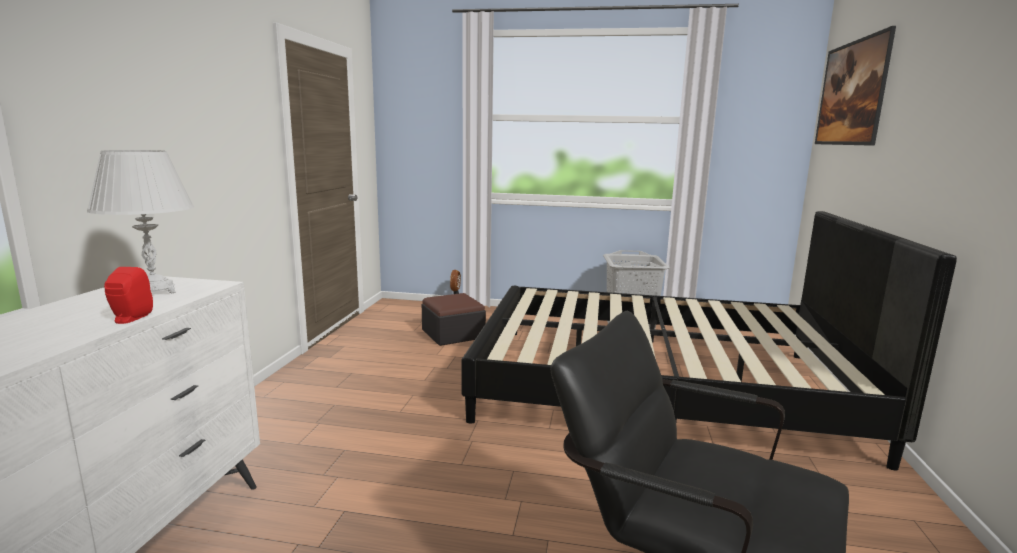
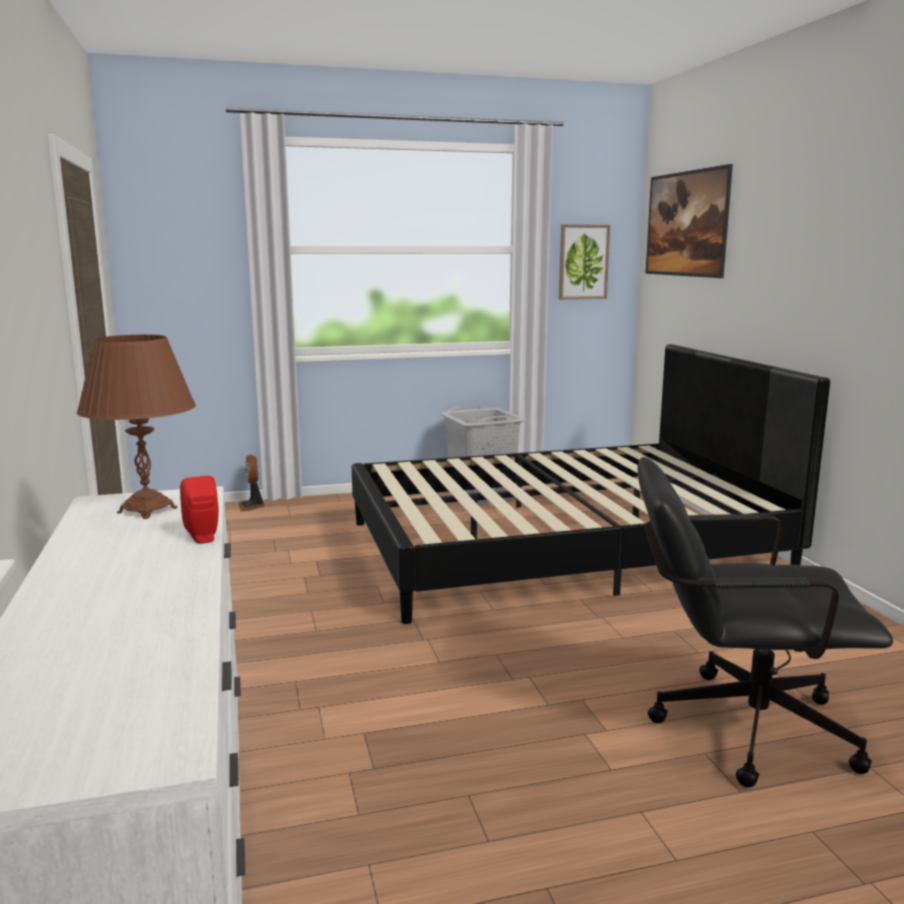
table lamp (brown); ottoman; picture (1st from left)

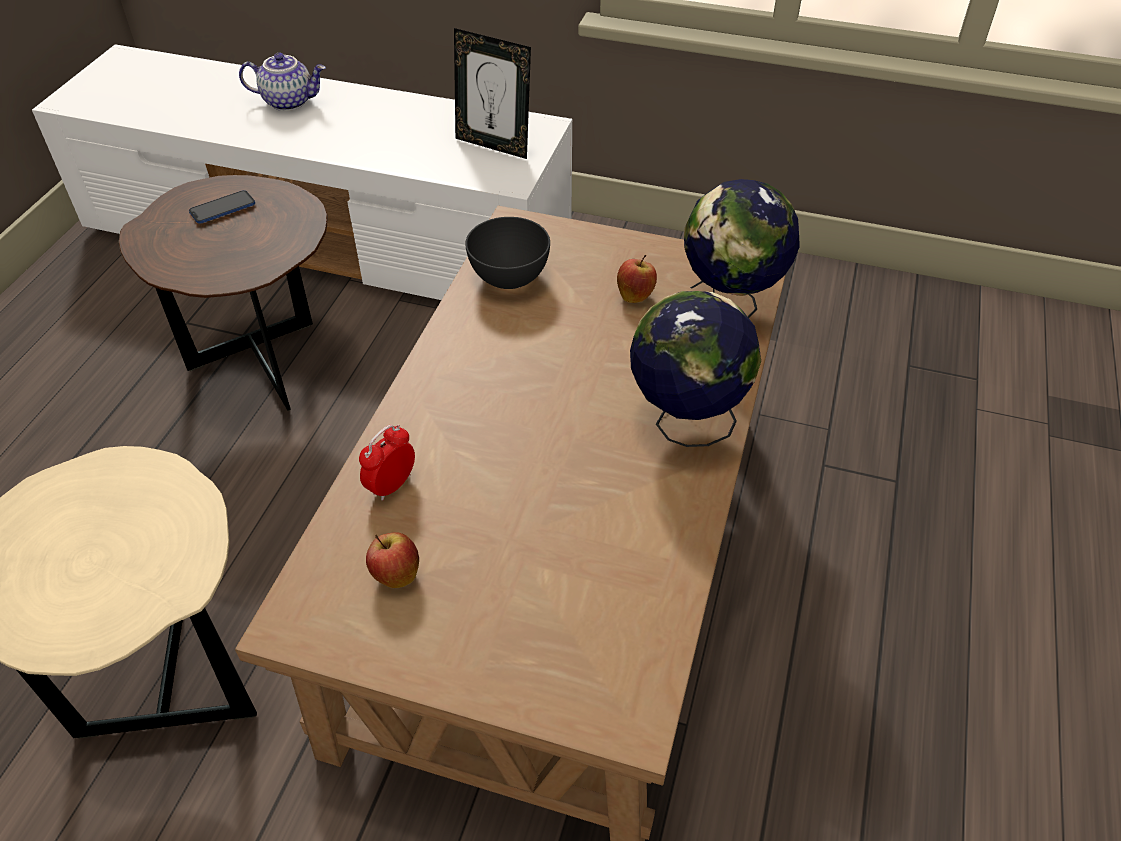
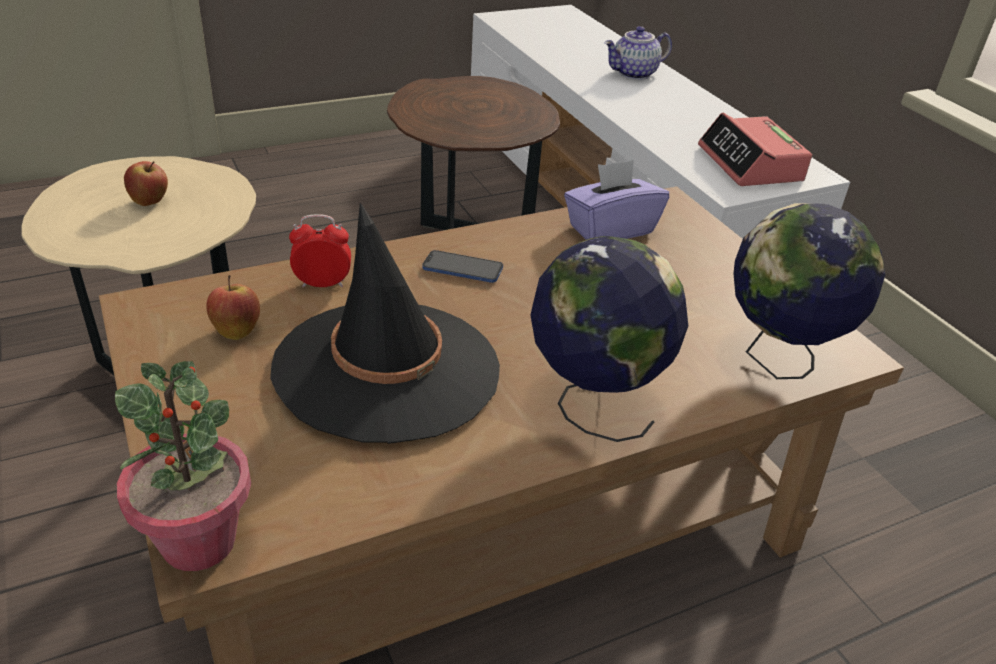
alarm clock (2nd from left); teapot; phone; tissue box (purple); apple (1st from left); hat (black); potted plant

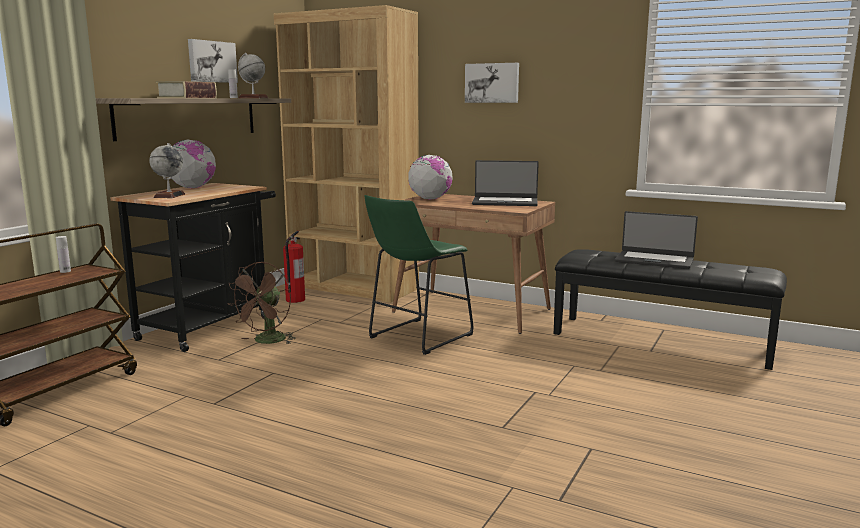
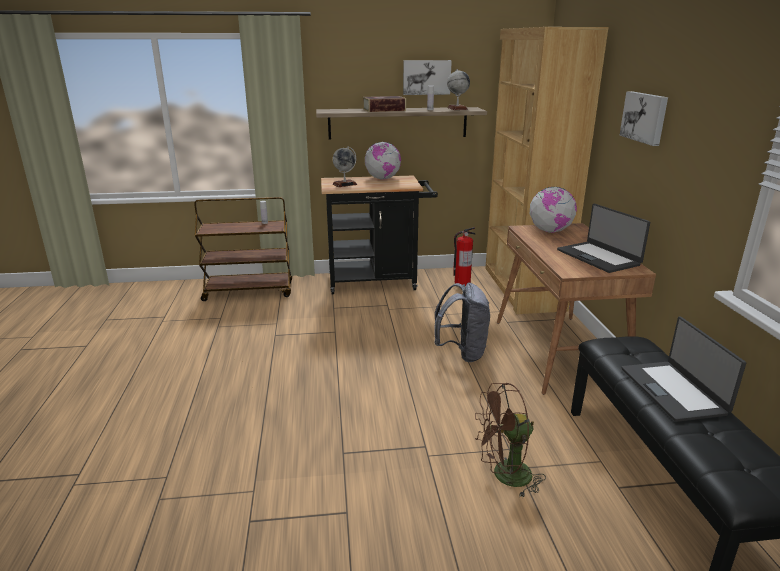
backpack (grey); fan (brown)

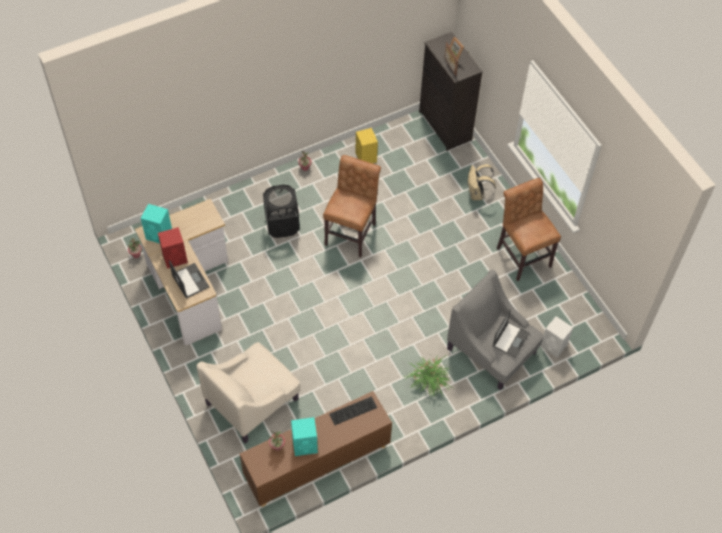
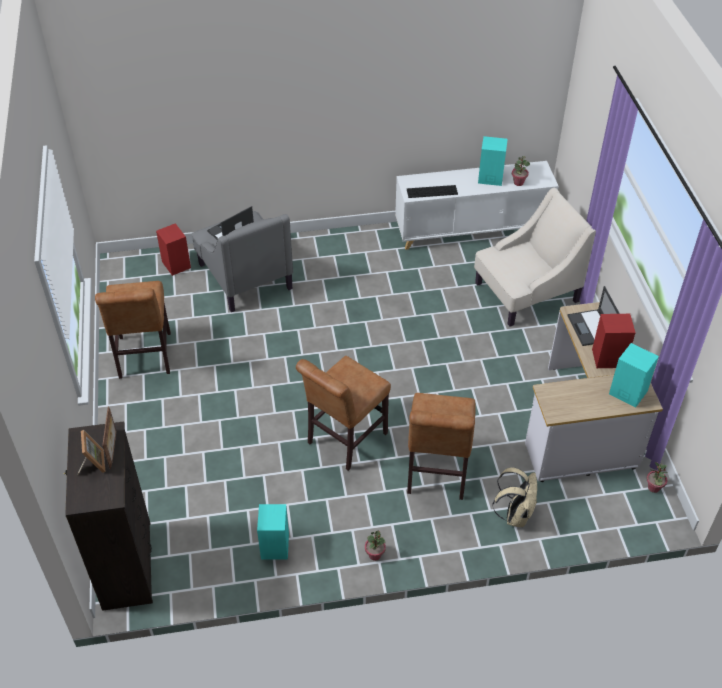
speaker (turquoise) (1st from left); backpack (beige); chair (brown) (3rd from left); speaker (red) (1st from left); potted plant (4th from left in the first image); cabinet (white)

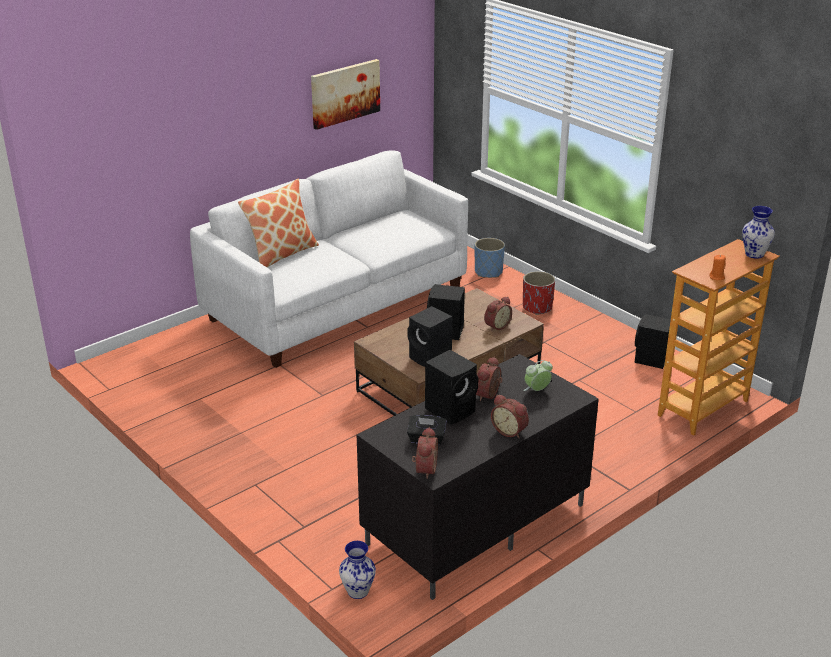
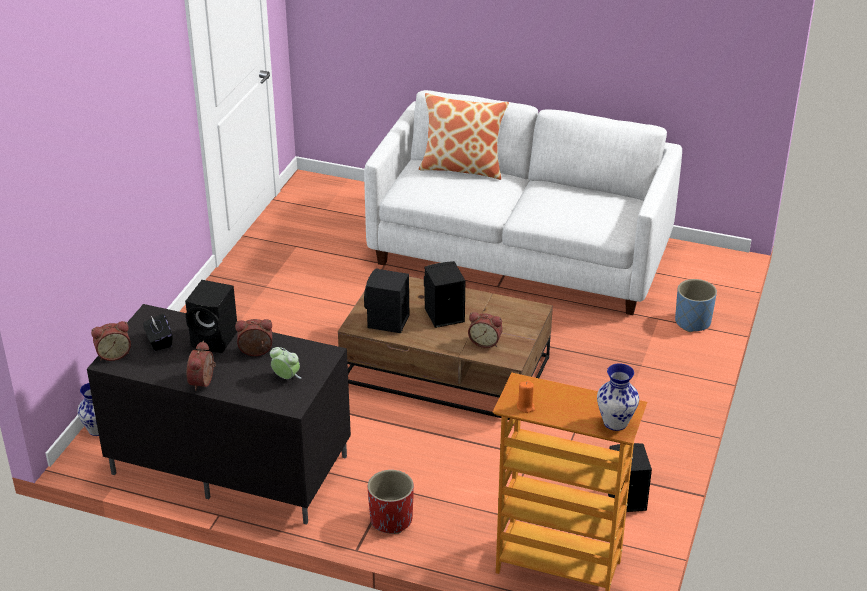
picture; planter (red)

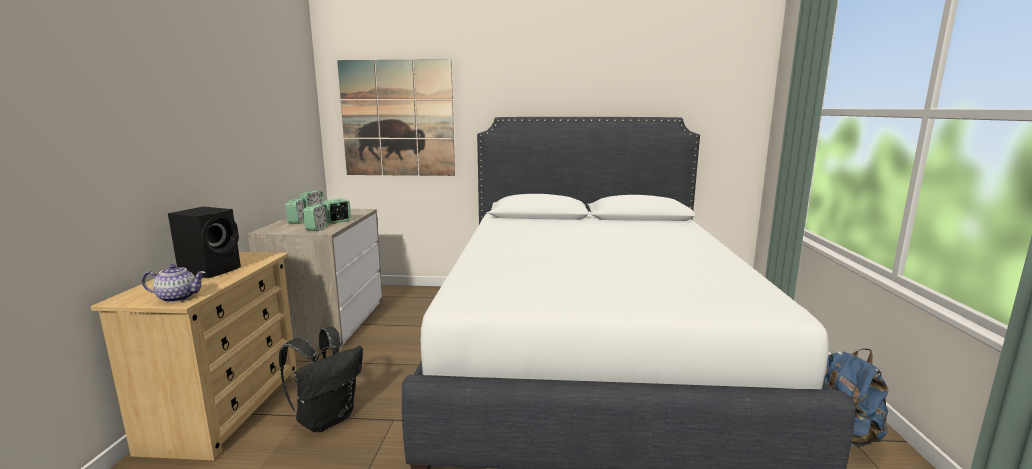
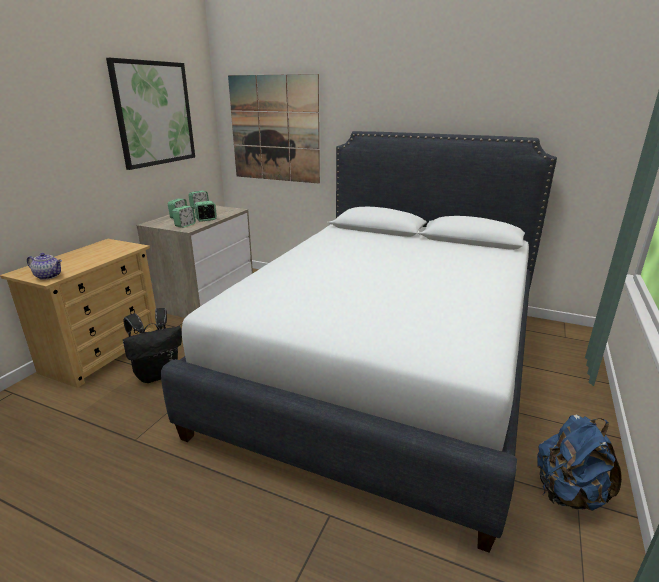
speaker (black); picture (1st from left)

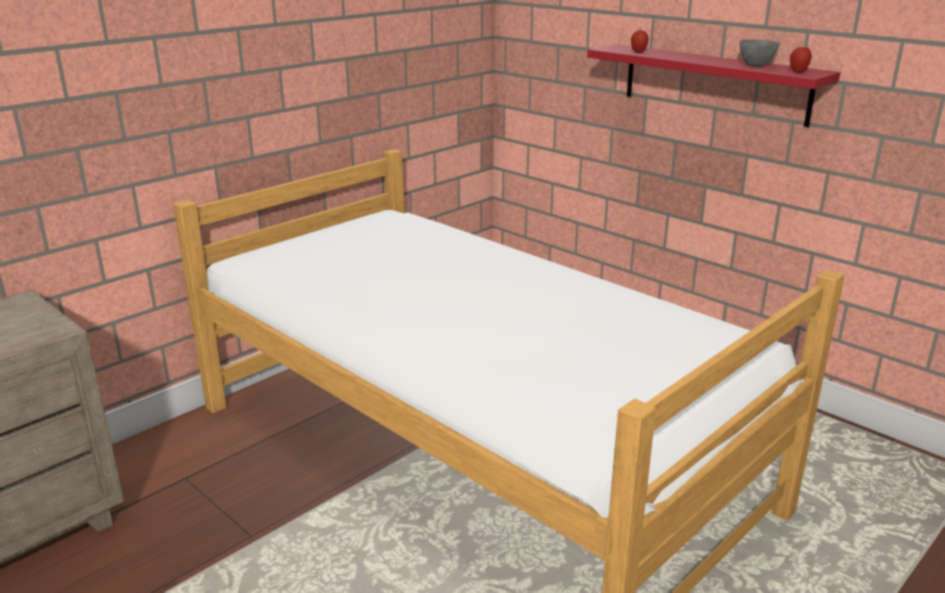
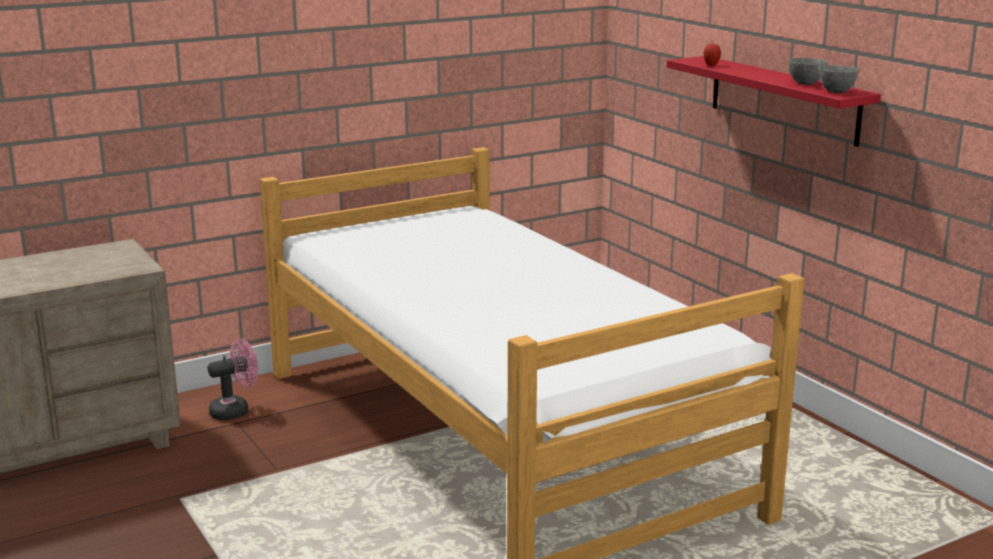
bowl (grey) (2nd from left); fan (pink)

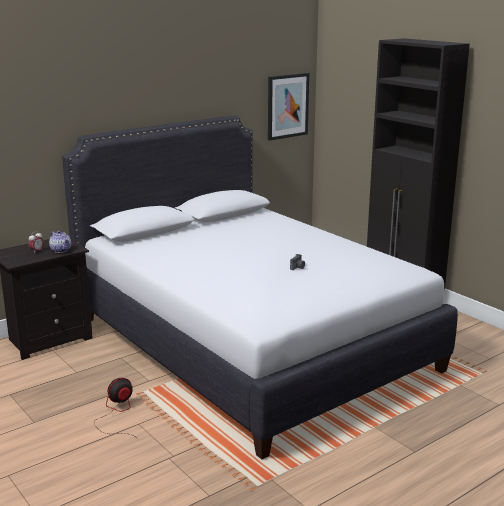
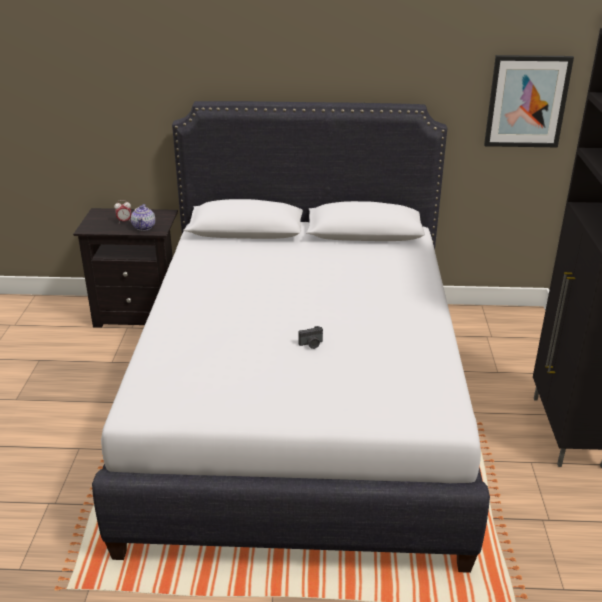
fan

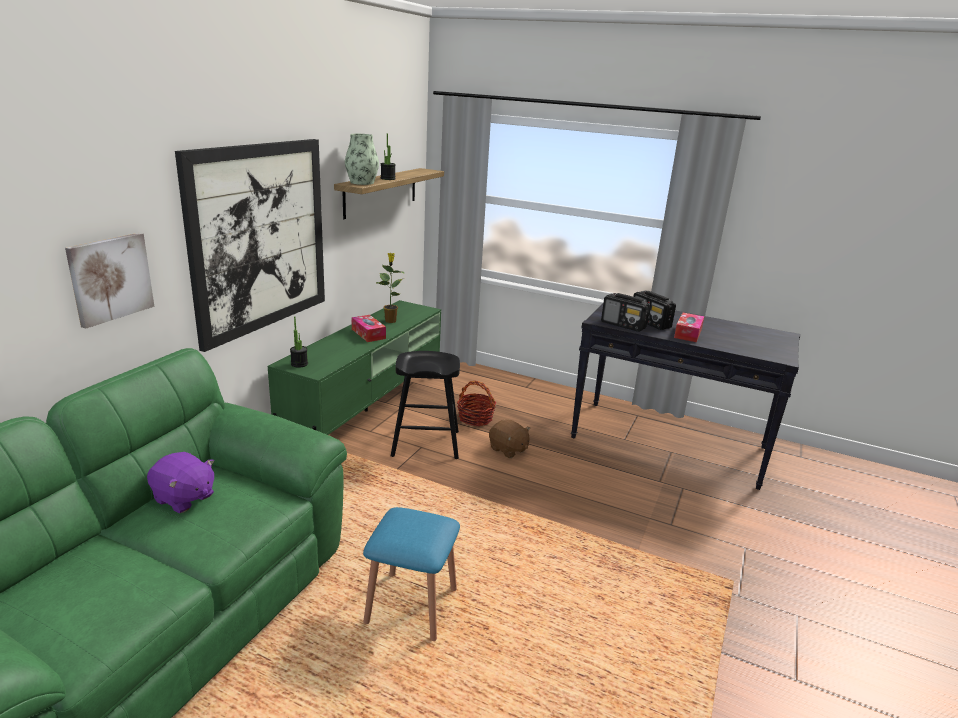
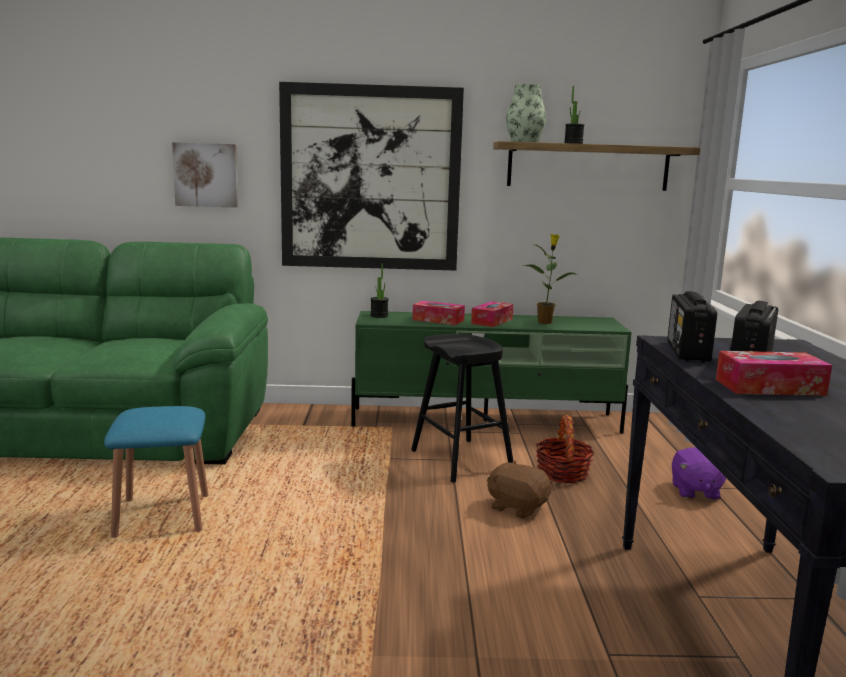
plush toy (brown); plush toy (purple); tissue box (1st from left)

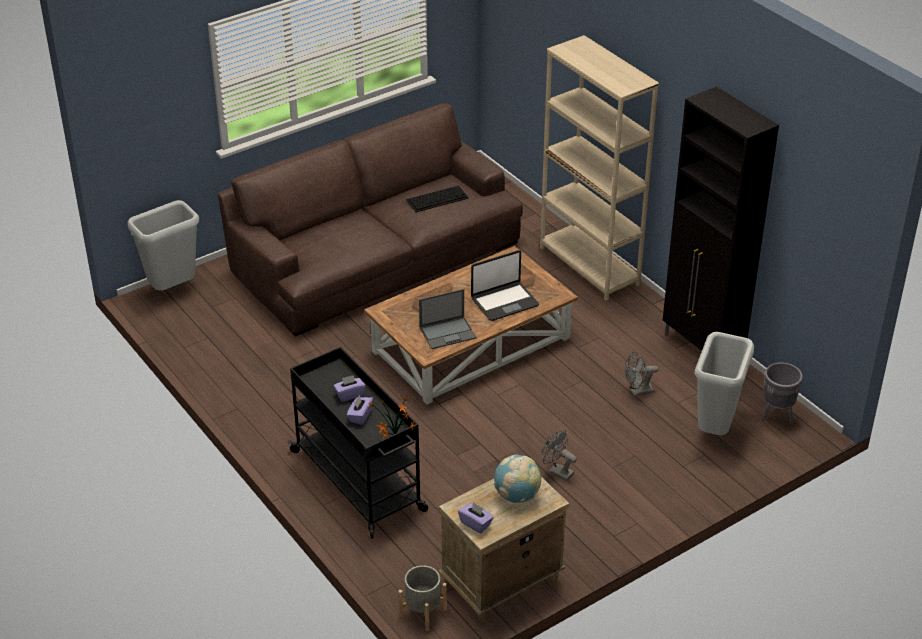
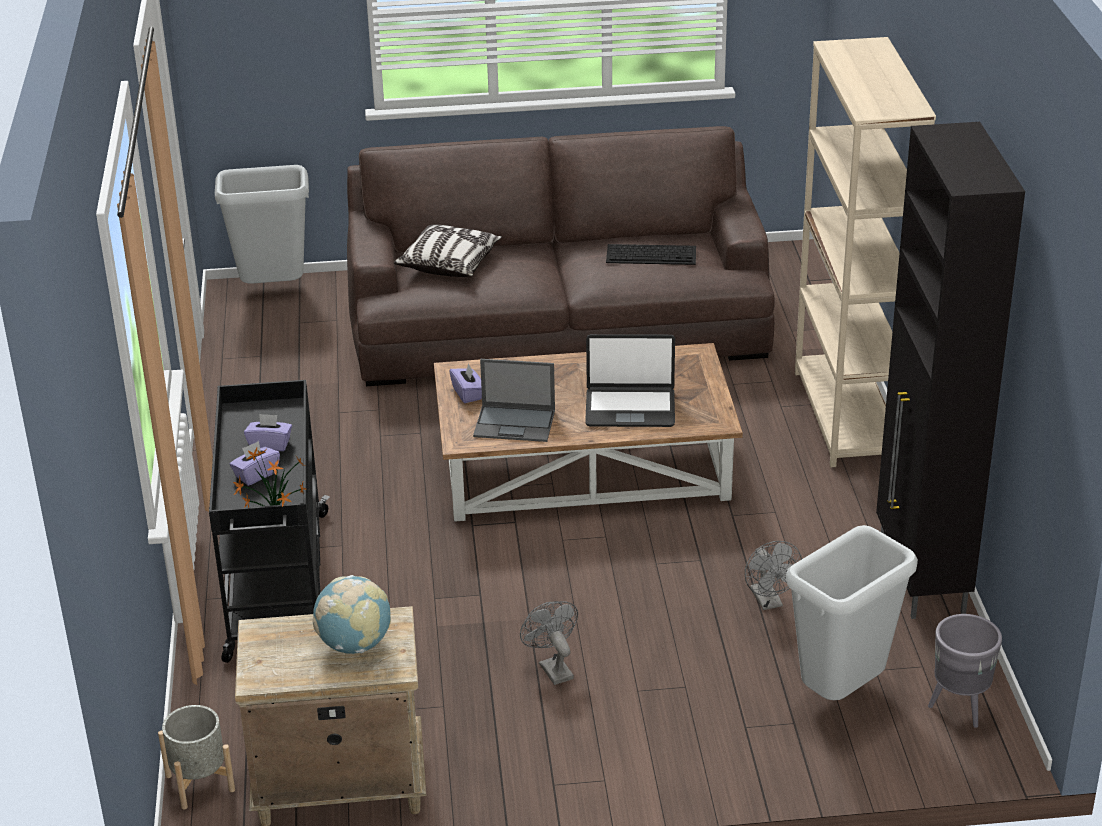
fan (grey) (2nd from left); tissue box (purple) (3rd from left); pillow

